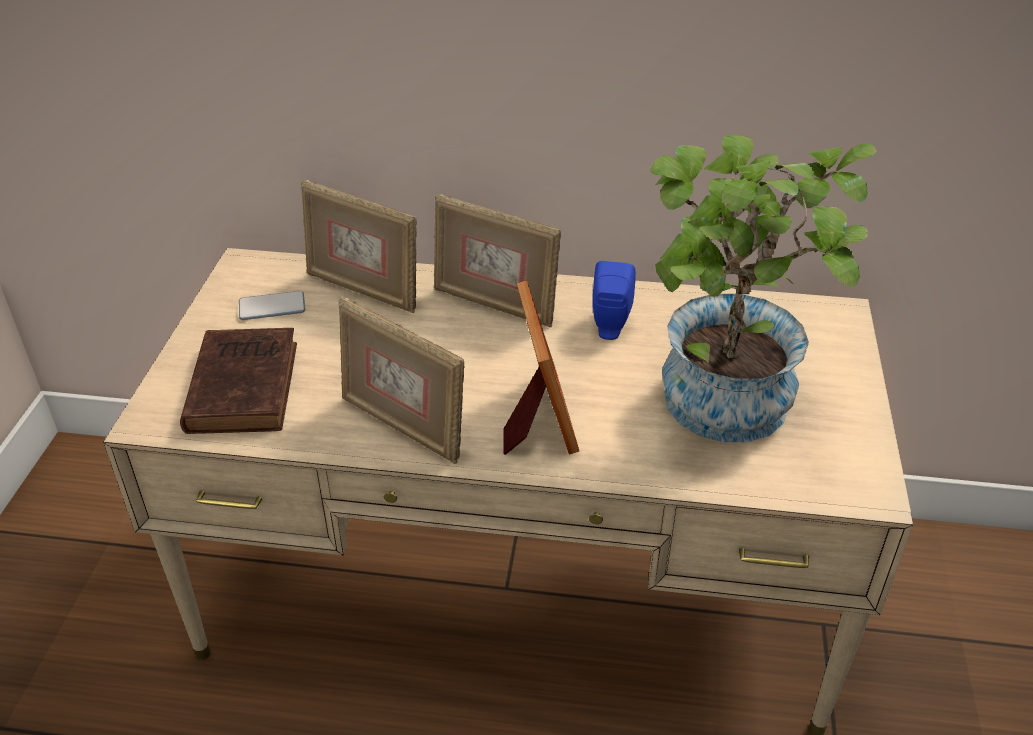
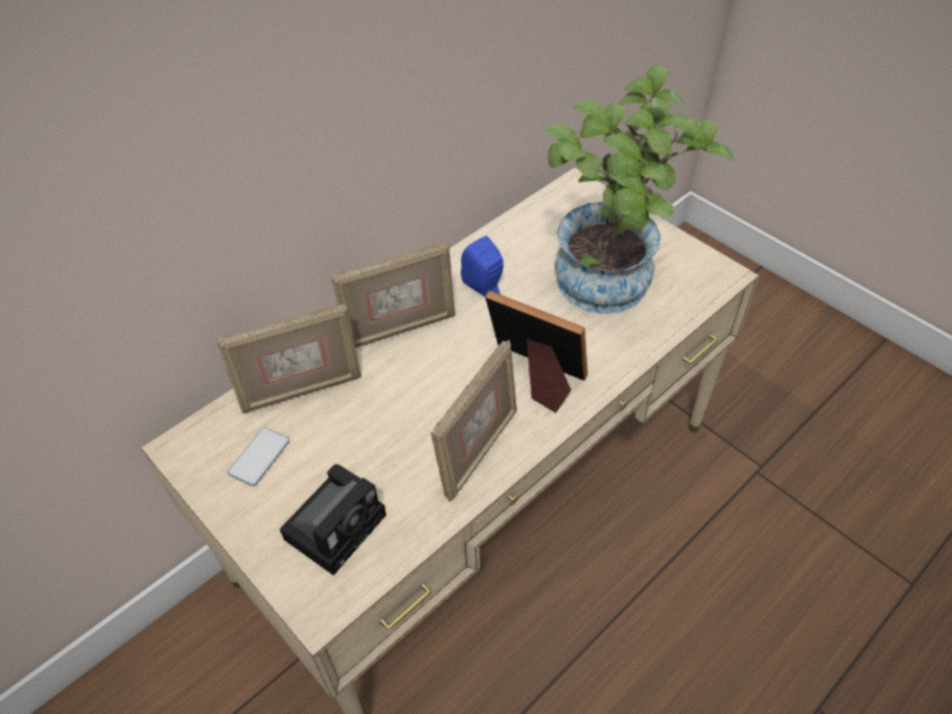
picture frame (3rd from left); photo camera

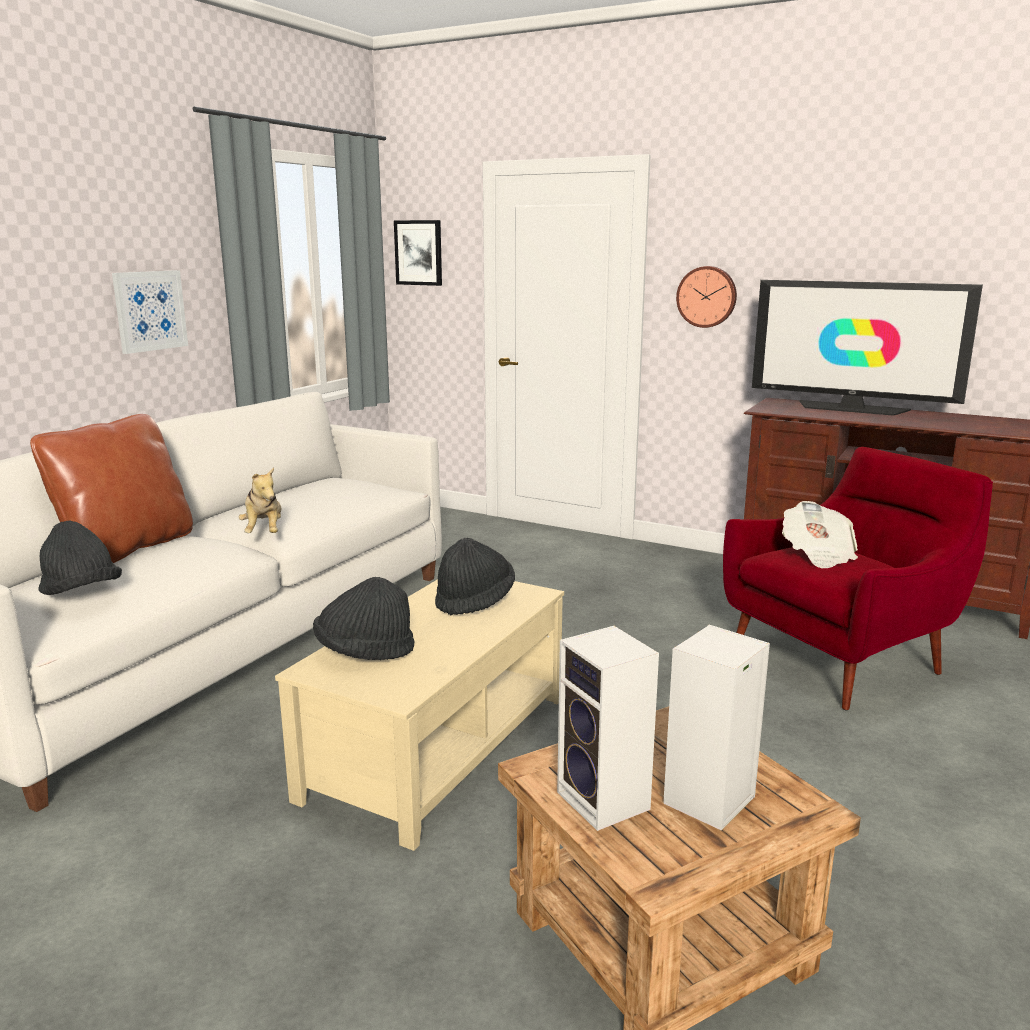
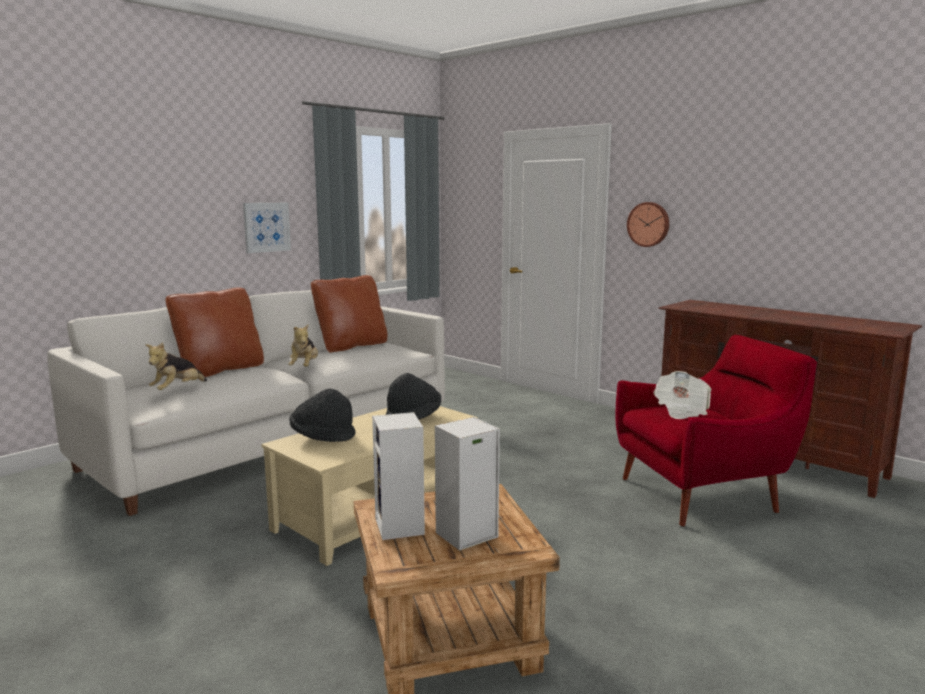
picture (2nd from left in the first image); television; plush toy (1st from left); pillow (brown) (2nd from left)

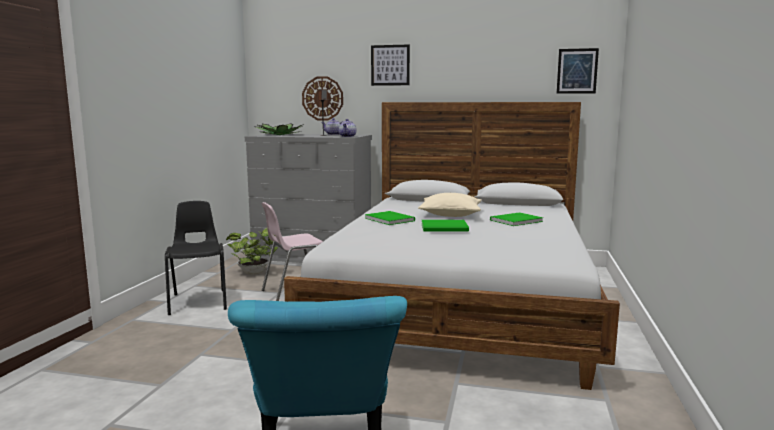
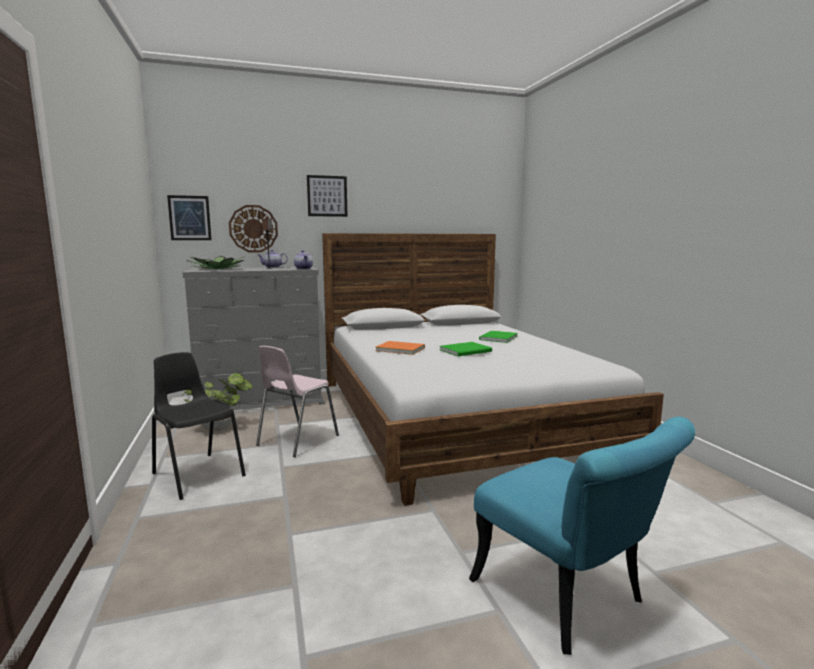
picture (1st from left); pillow (beige); book (orange)

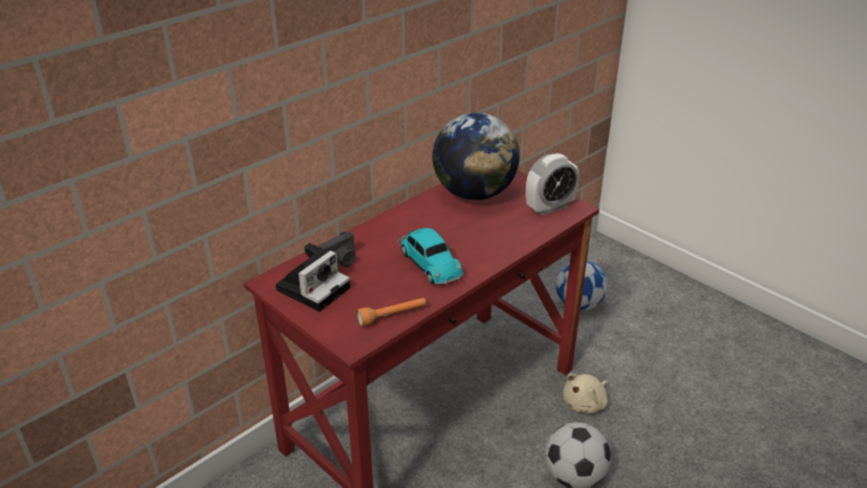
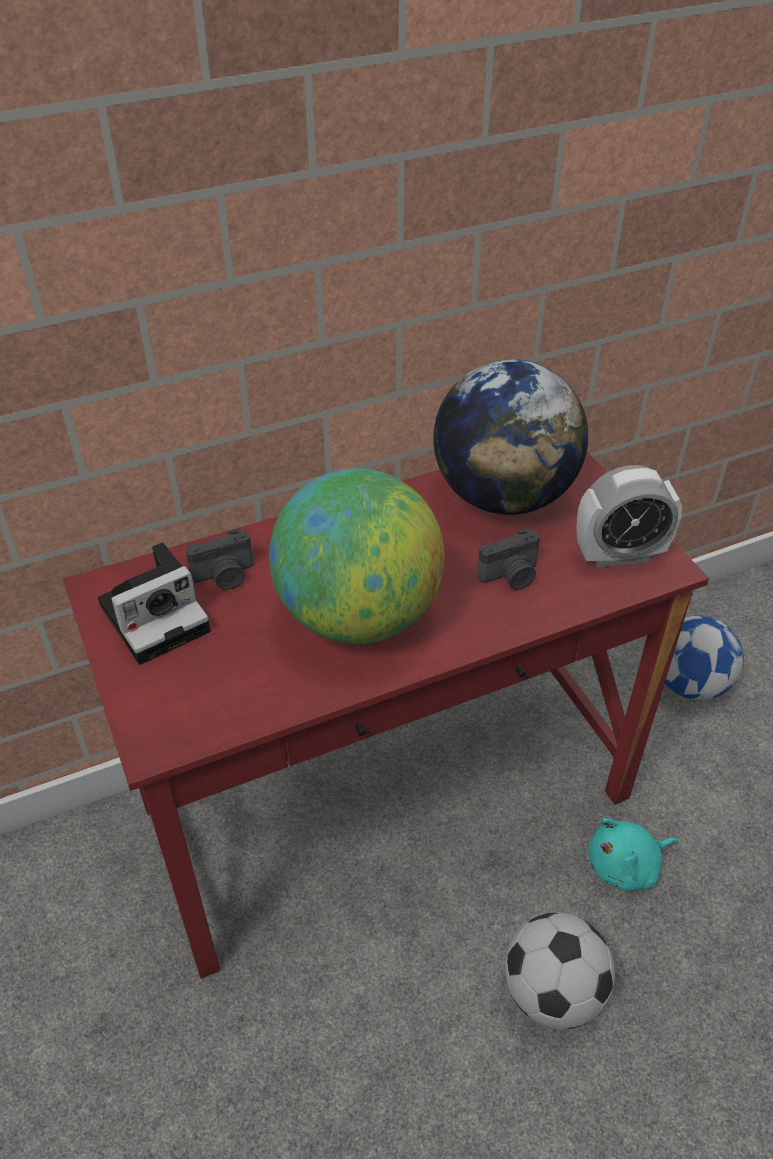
globe (1st from left); flashlight (orange); plush toy (turquoise); photo camera (3rd from left)

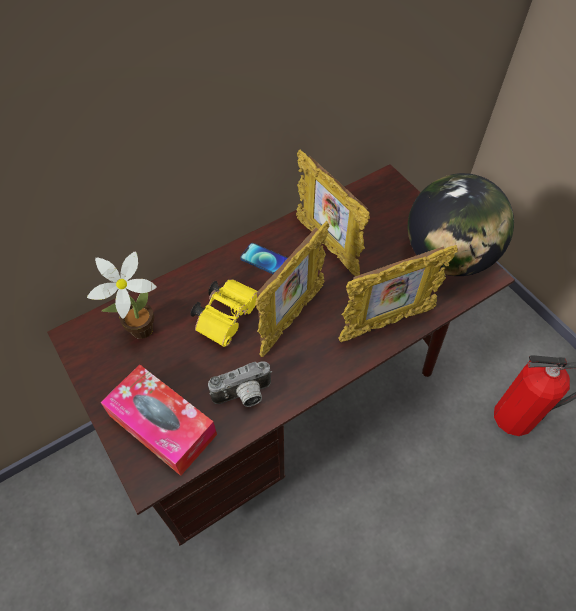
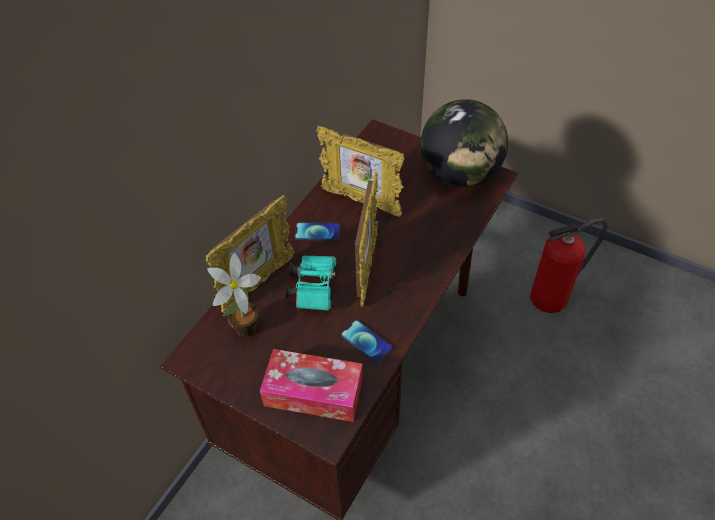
picture frame (1st from left); binoculars (turquoise); phone (2nd from left)

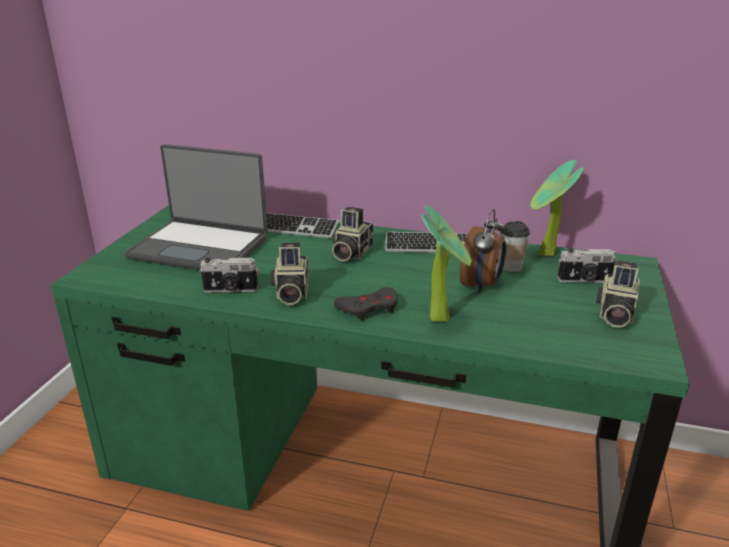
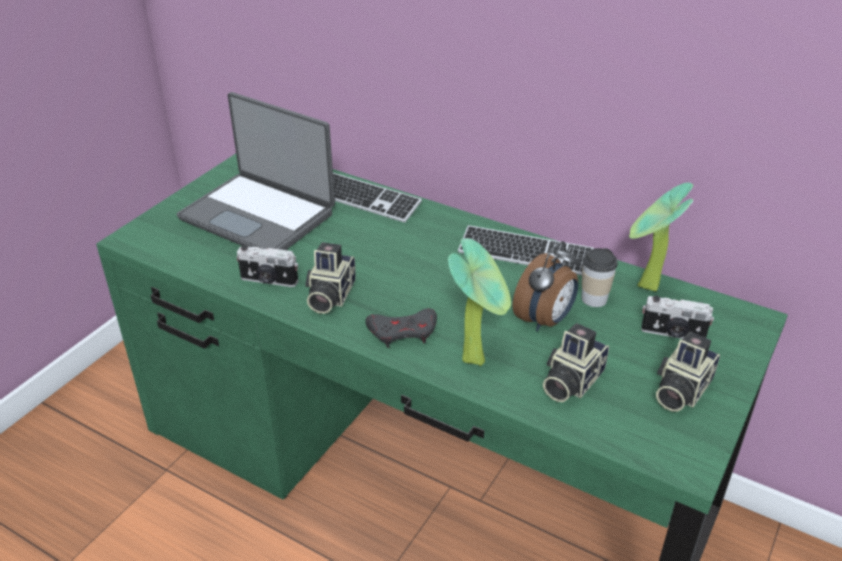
photo camera (3rd from left)

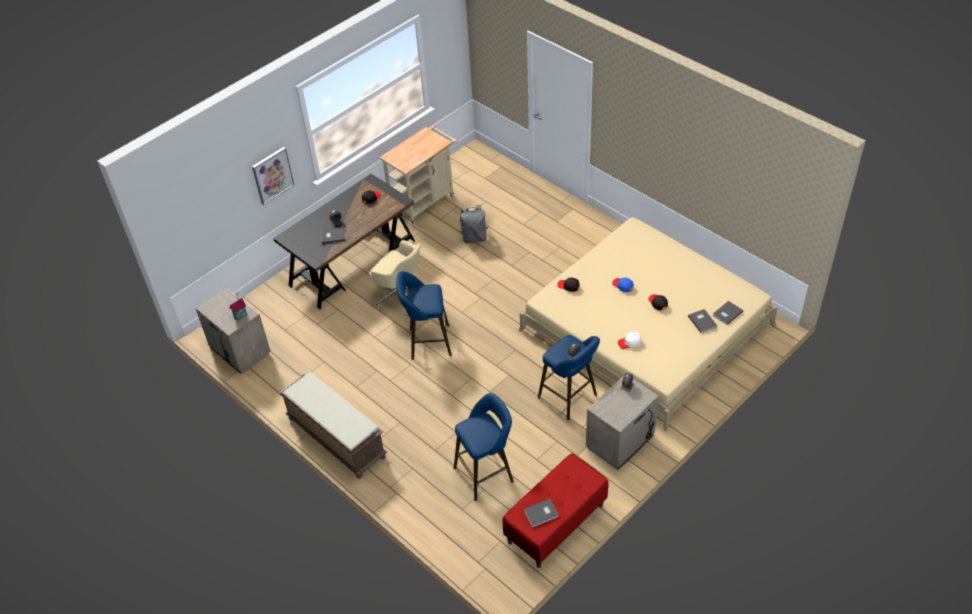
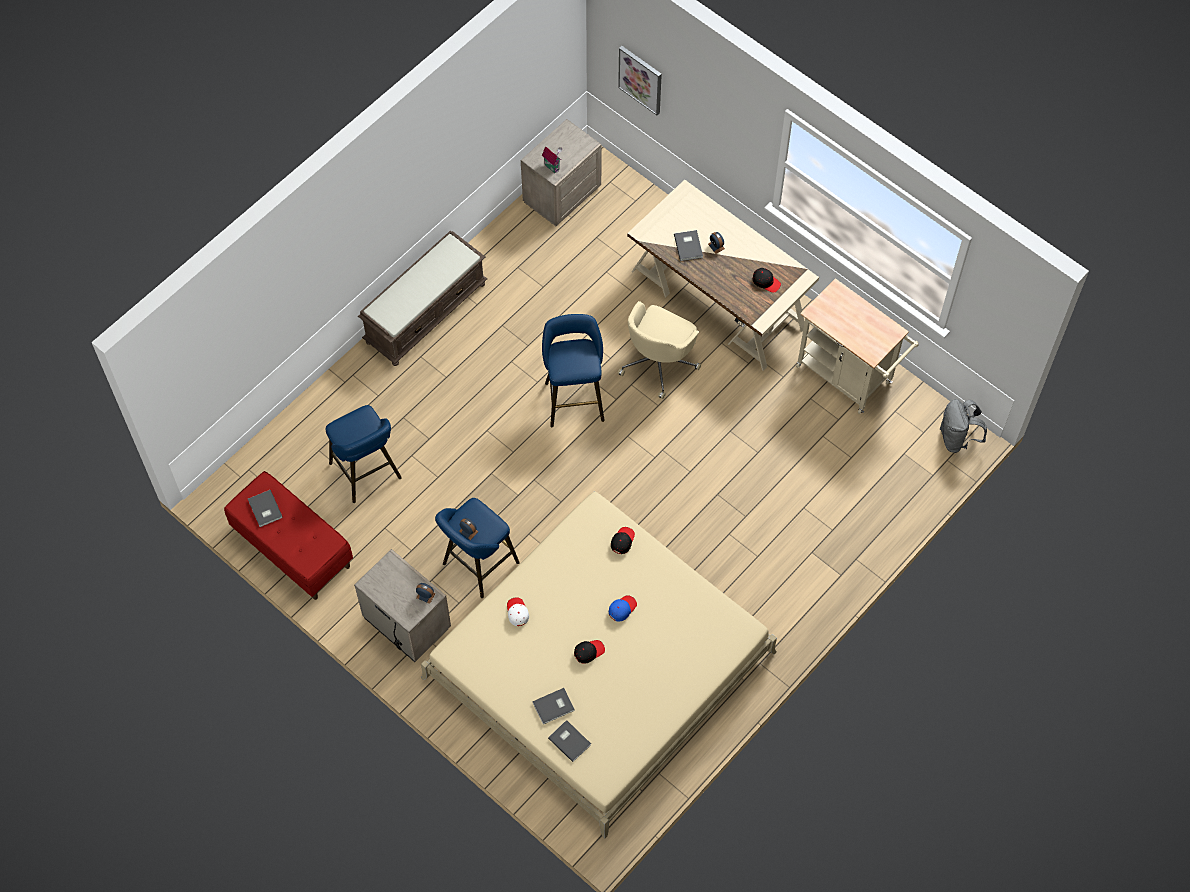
picture; desk (beige); backpack (grey)

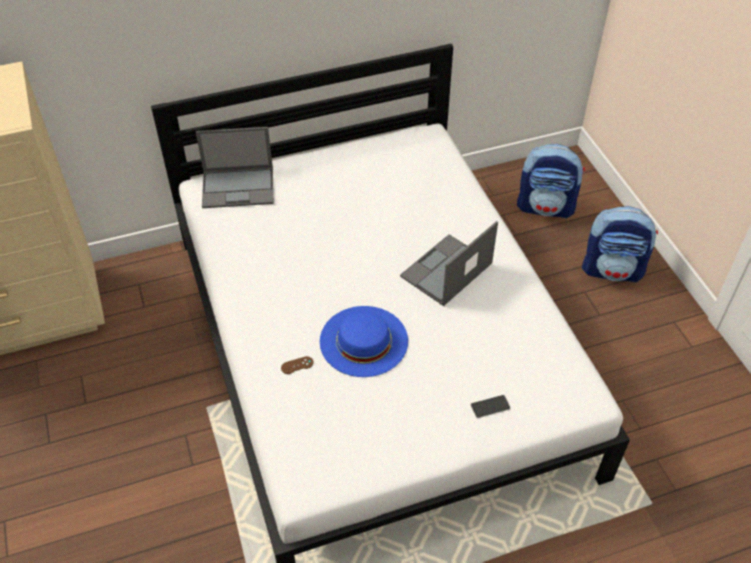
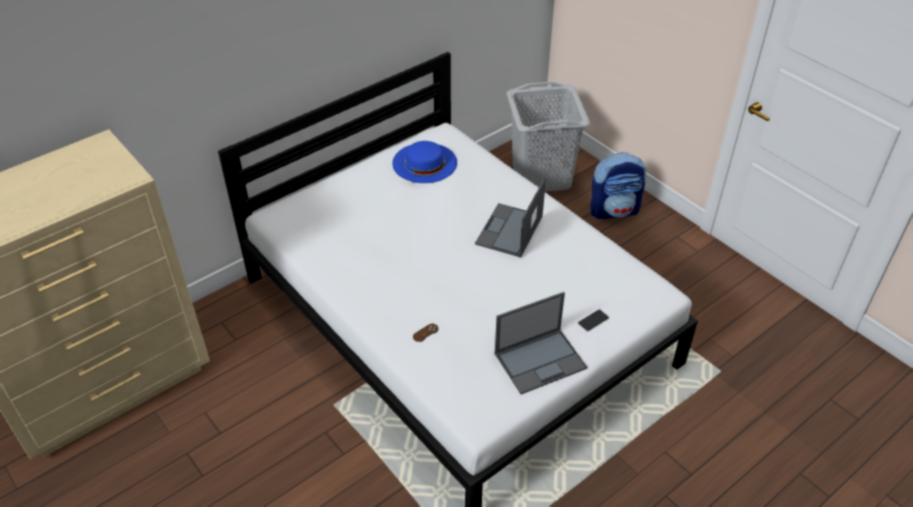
laptop (2nd from left); laundry basket (grey); hat (blue)

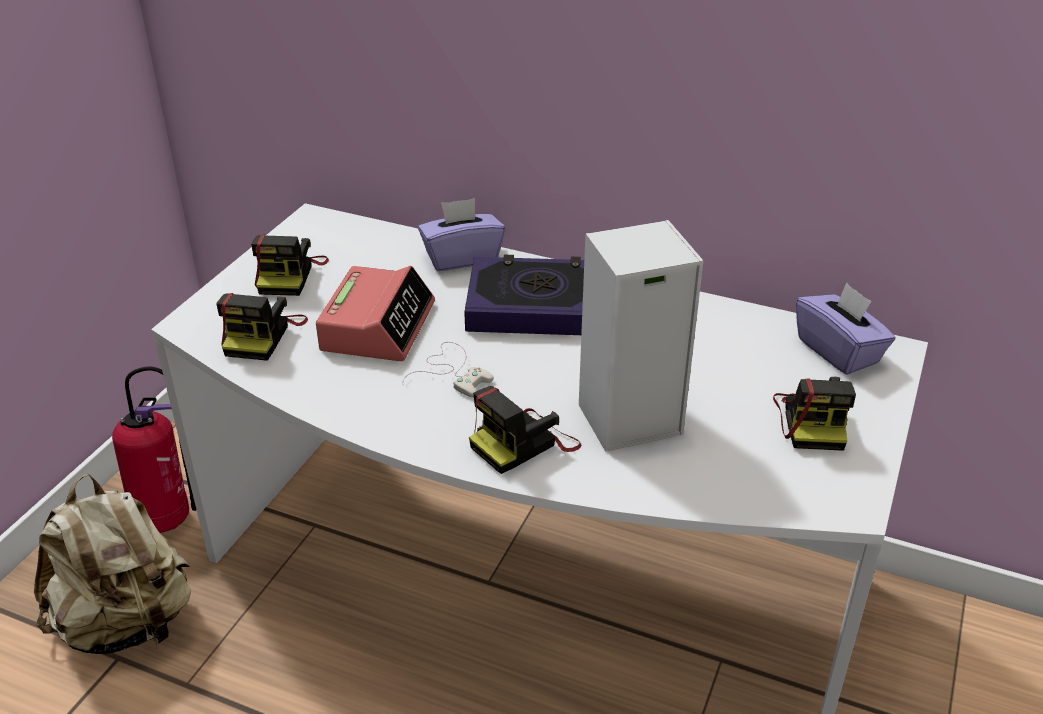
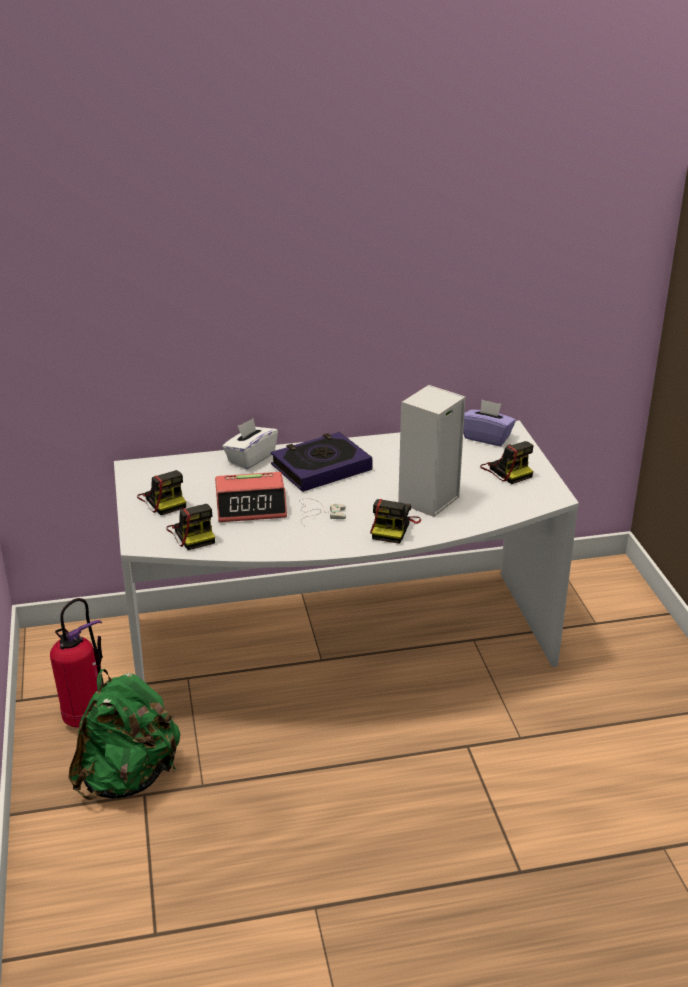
tissue box (white); alarm clock; backpack (green)

